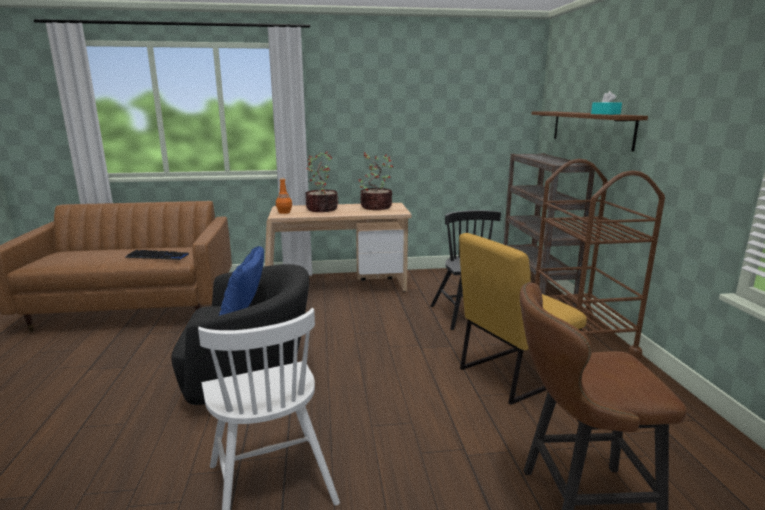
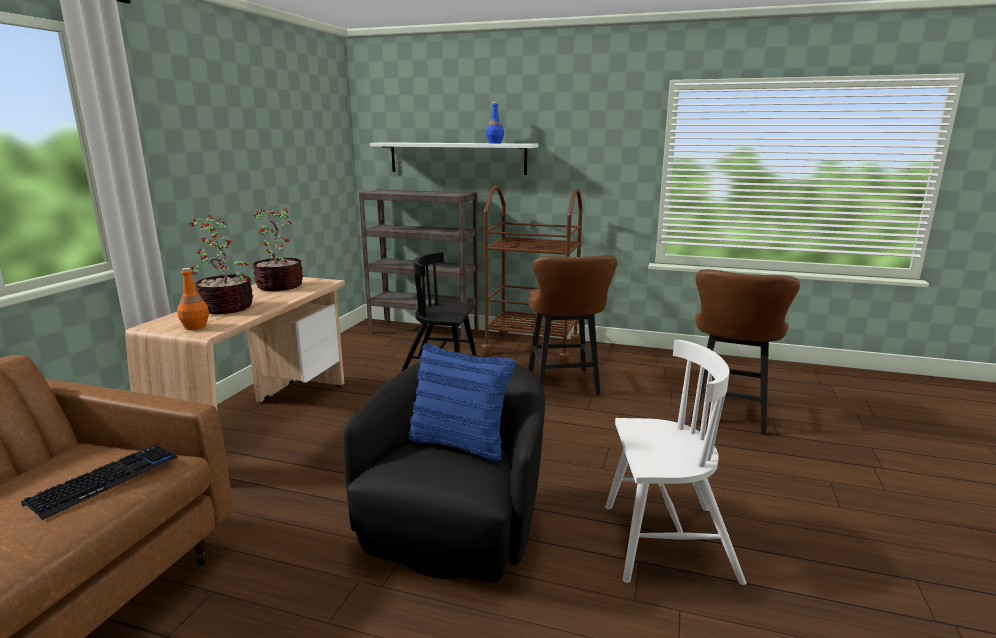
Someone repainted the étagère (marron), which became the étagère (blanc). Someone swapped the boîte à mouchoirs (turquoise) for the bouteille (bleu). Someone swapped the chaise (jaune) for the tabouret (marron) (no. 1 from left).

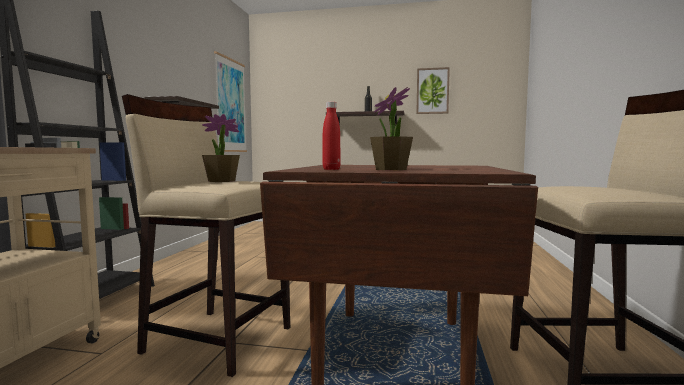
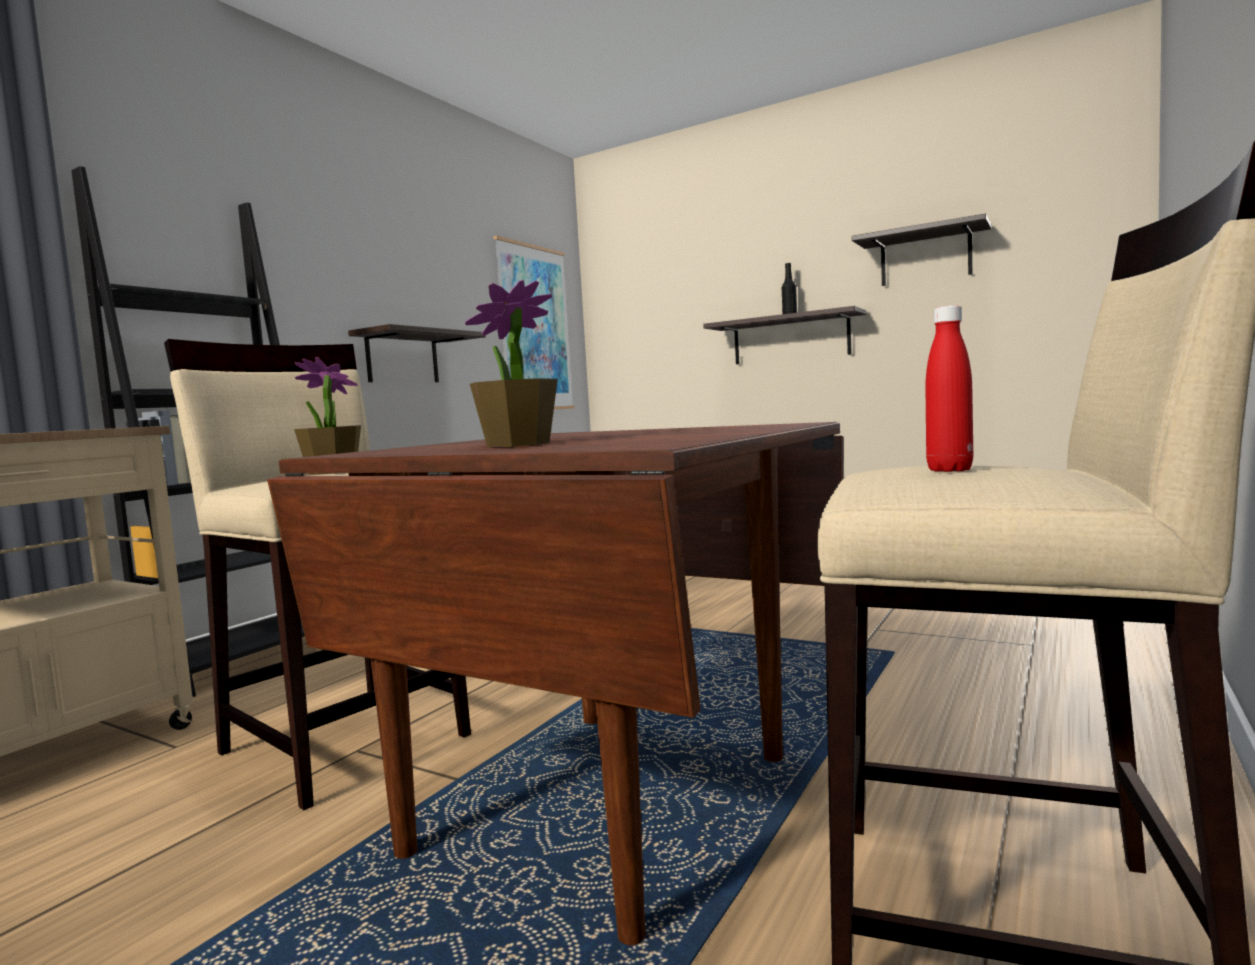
Someone swapped the tableau (no. 2 from left) for the étagère (no. 3 from left). Someone carried the bouteille (rouge).

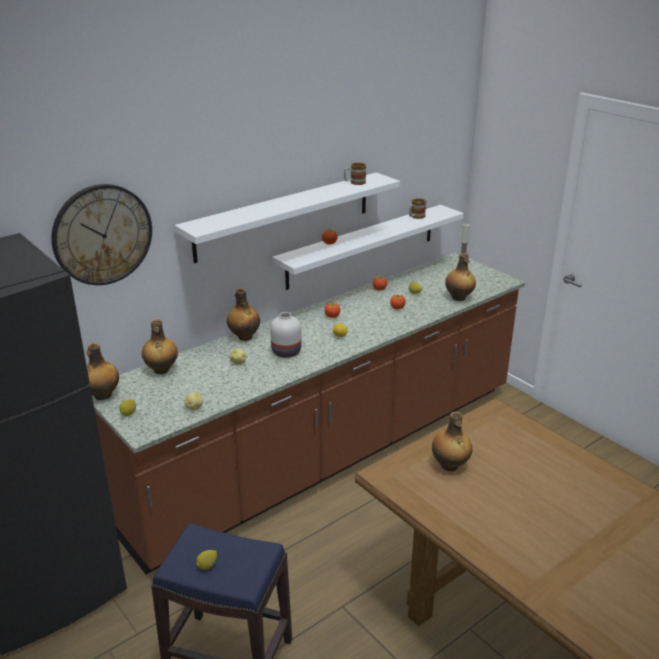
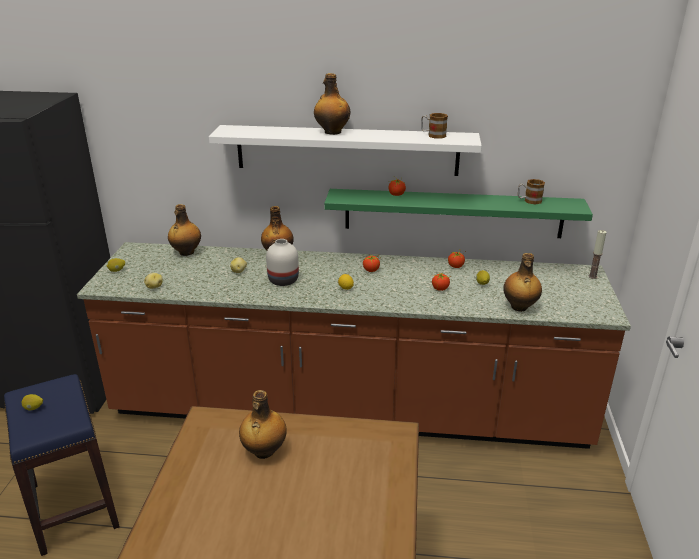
Someone carried the bouteille (no. 1 from left in the first image). Someone repainted the étagère (blanc) (no. 2 from left), which became the étagère (vert). Someone took away the horloge murale.

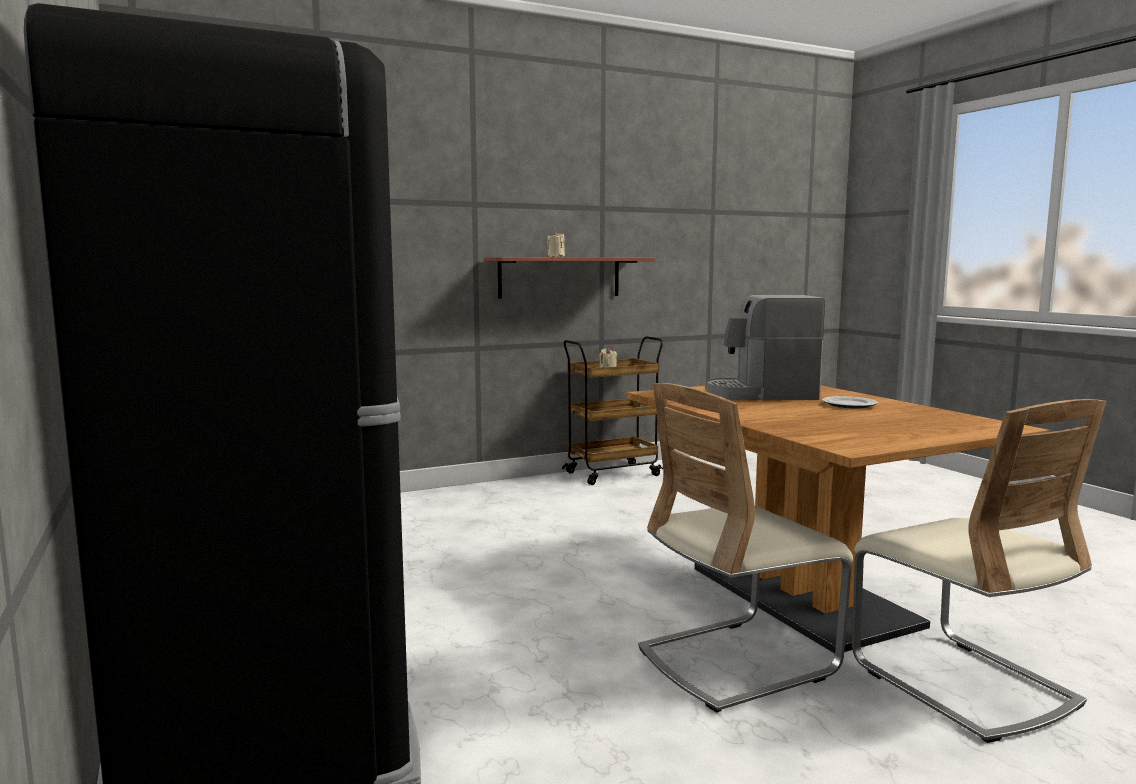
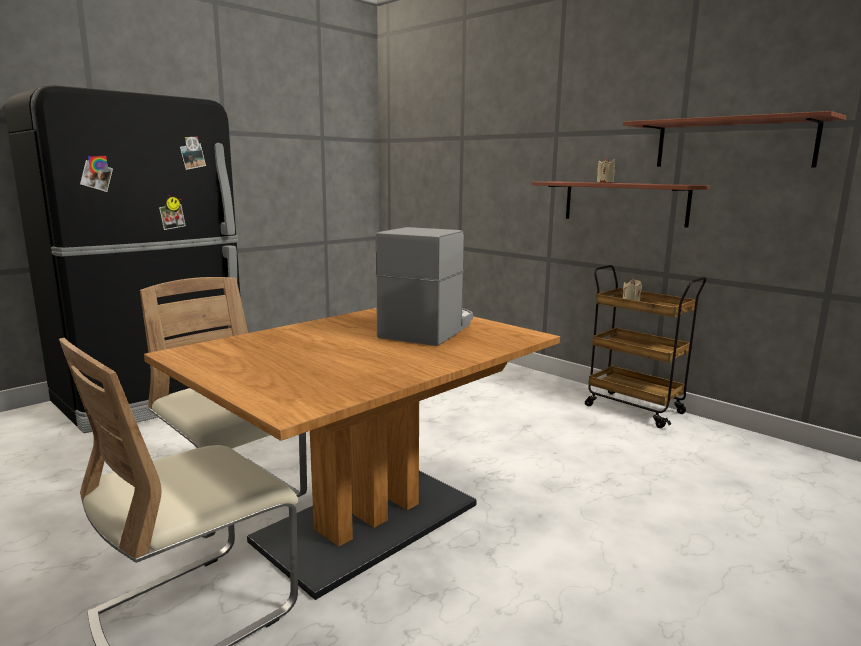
Someone rotated the machine à café by 45 degrees clockwise. Someone put up the étagère (no. 2 from left). Someone took away the assiette.

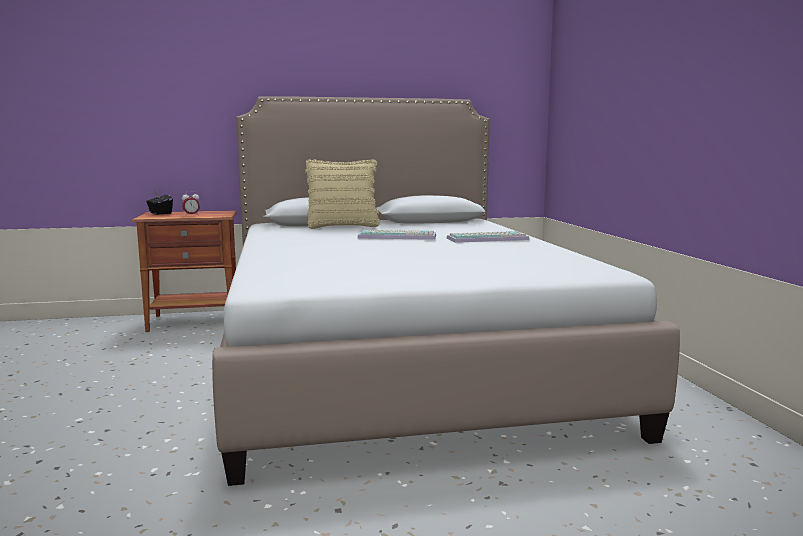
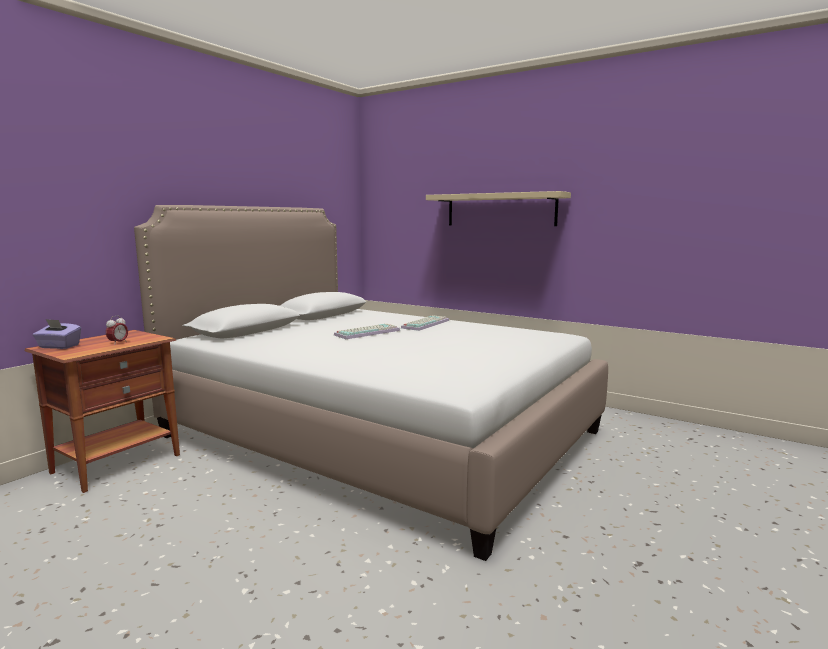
Someone repainted the boîte à mouchoirs (noir), which became the boîte à mouchoirs (violet). Someone put up the étagère (beige). Someone took away the coussin (beige).

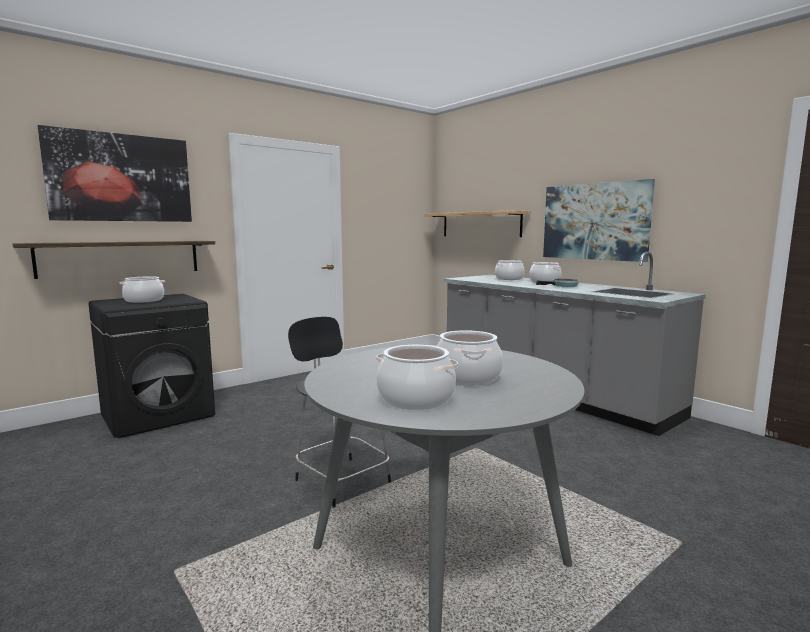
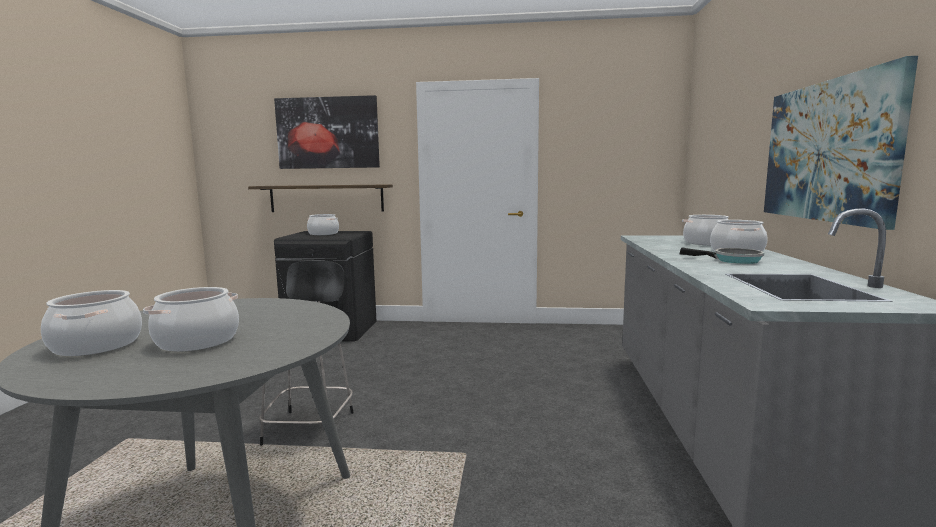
Someone took away the étagère (no. 2 from left).

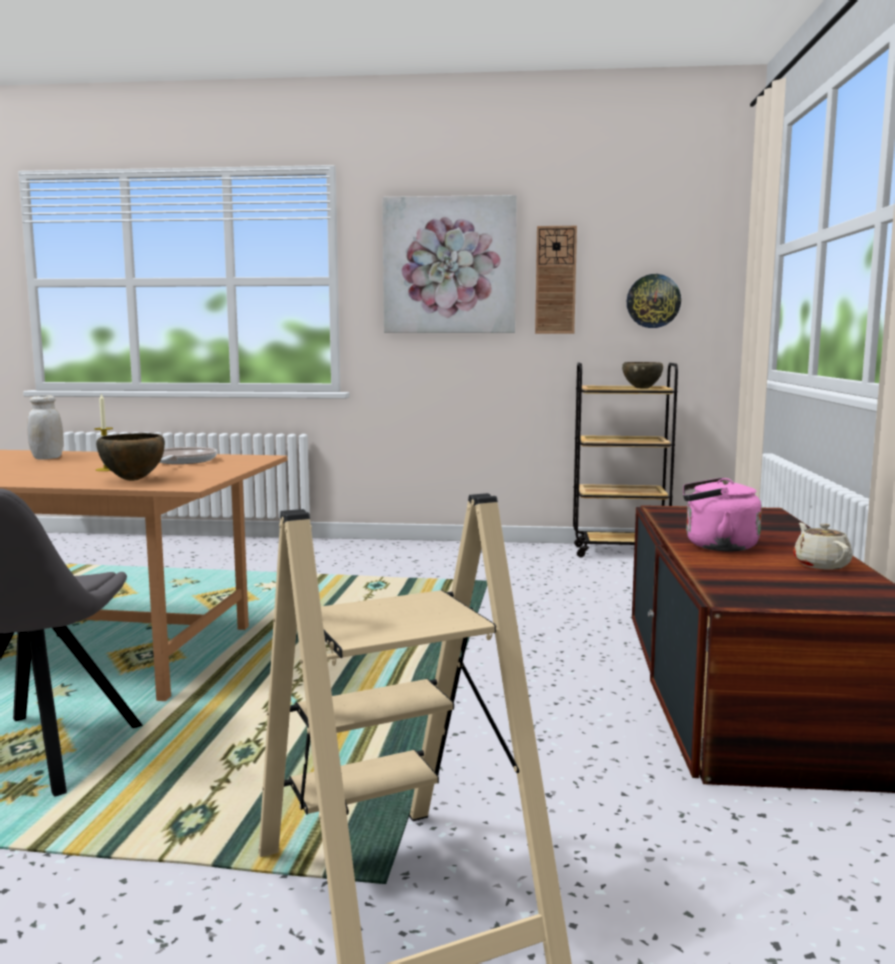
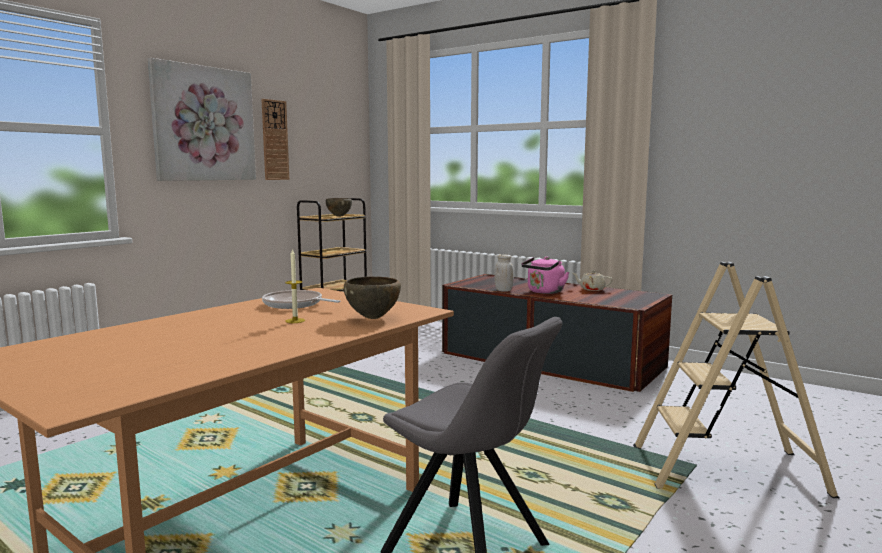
Someone carried the bocal (blanc). Someone took away the horloge murale (no. 2 from left).

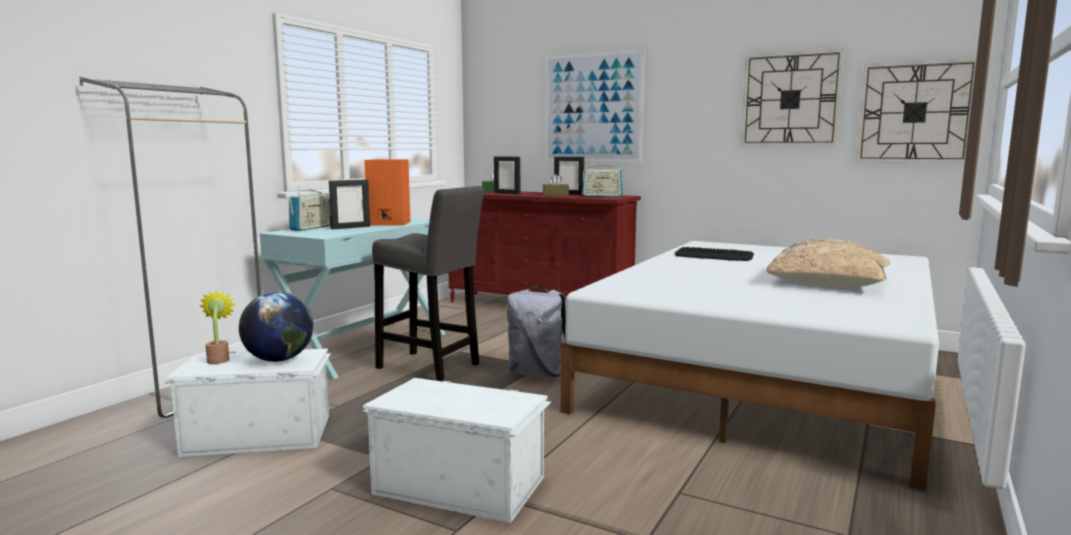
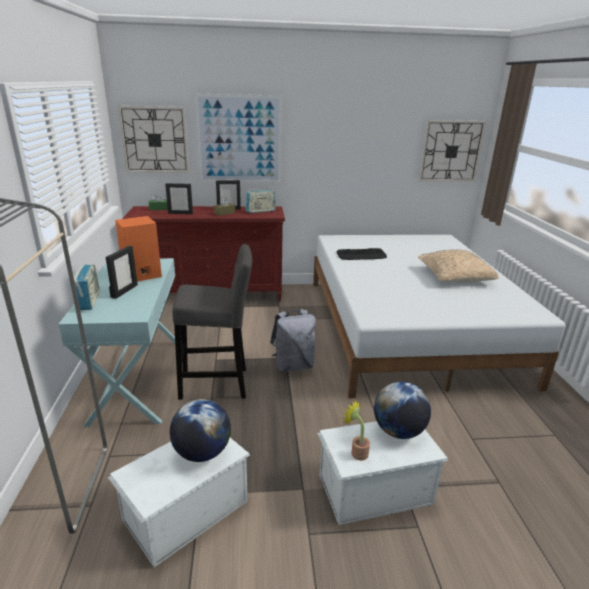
Someone carried the horloge murale (no. 1 from left). Someone carried the plante en pot. Someone put down the globe (no. 2 from left).

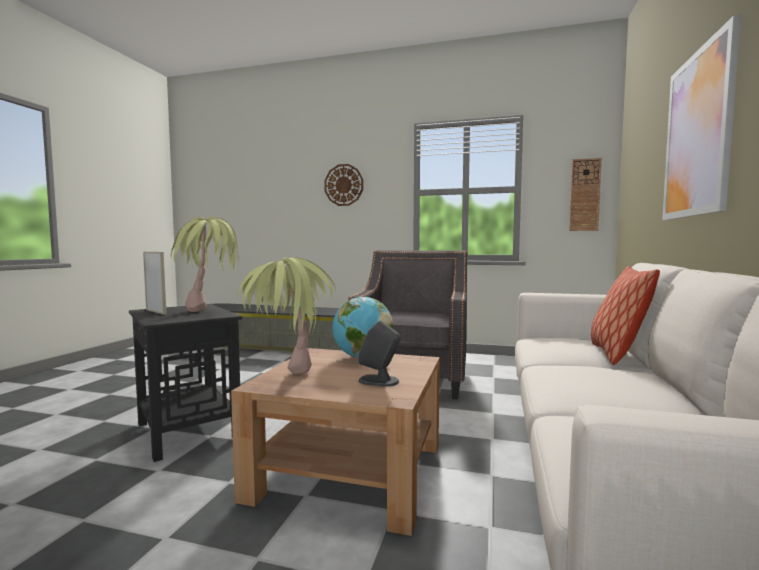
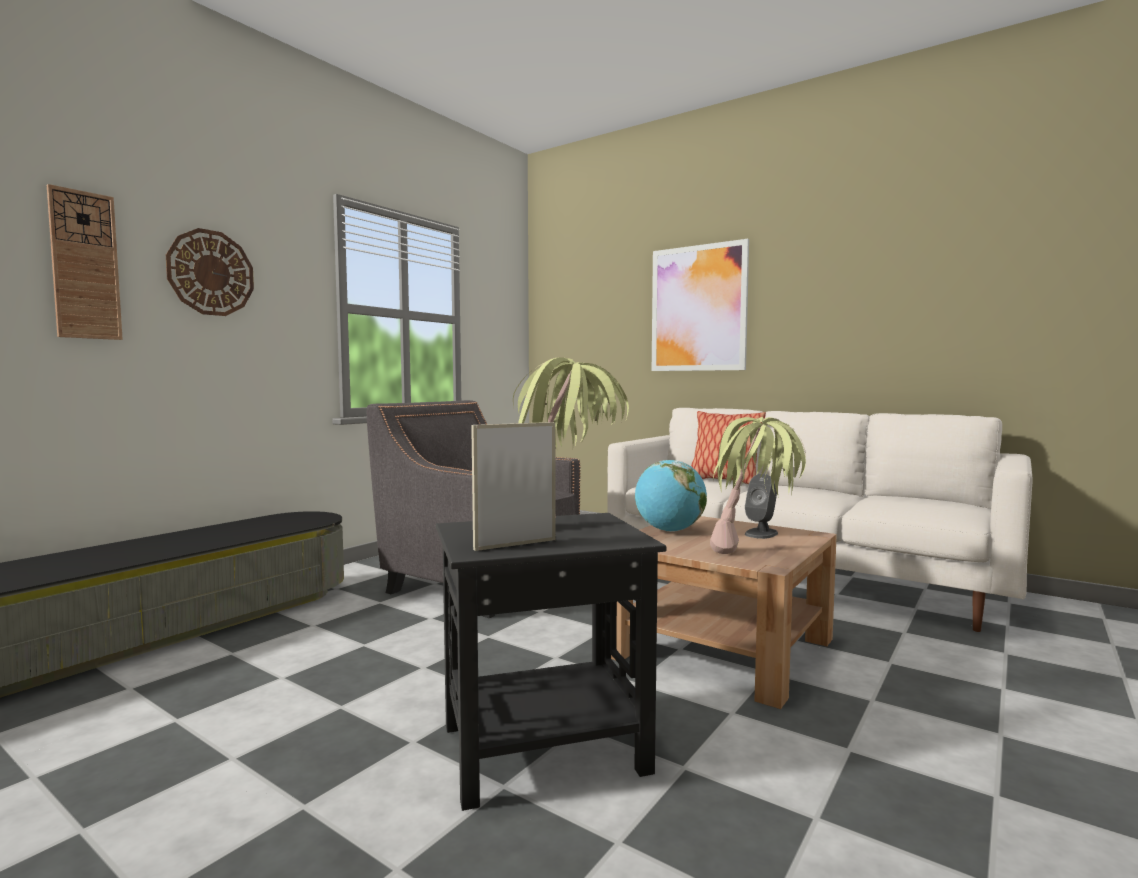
Someone carried the horloge murale (no. 2 from left in the first image).

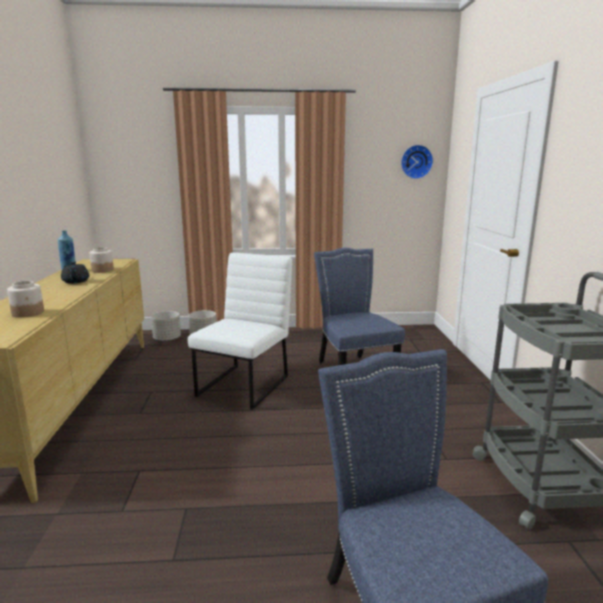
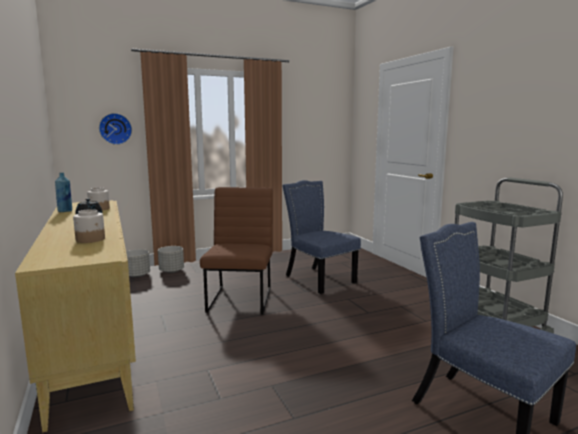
Someone carried the horloge murale. Someone repainted the chaise (blanc), which became the chaise (marron).

